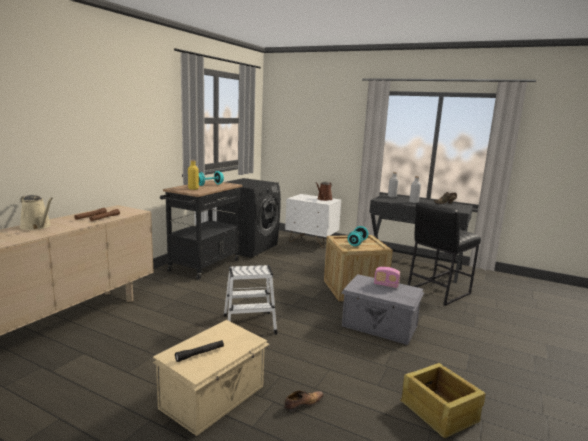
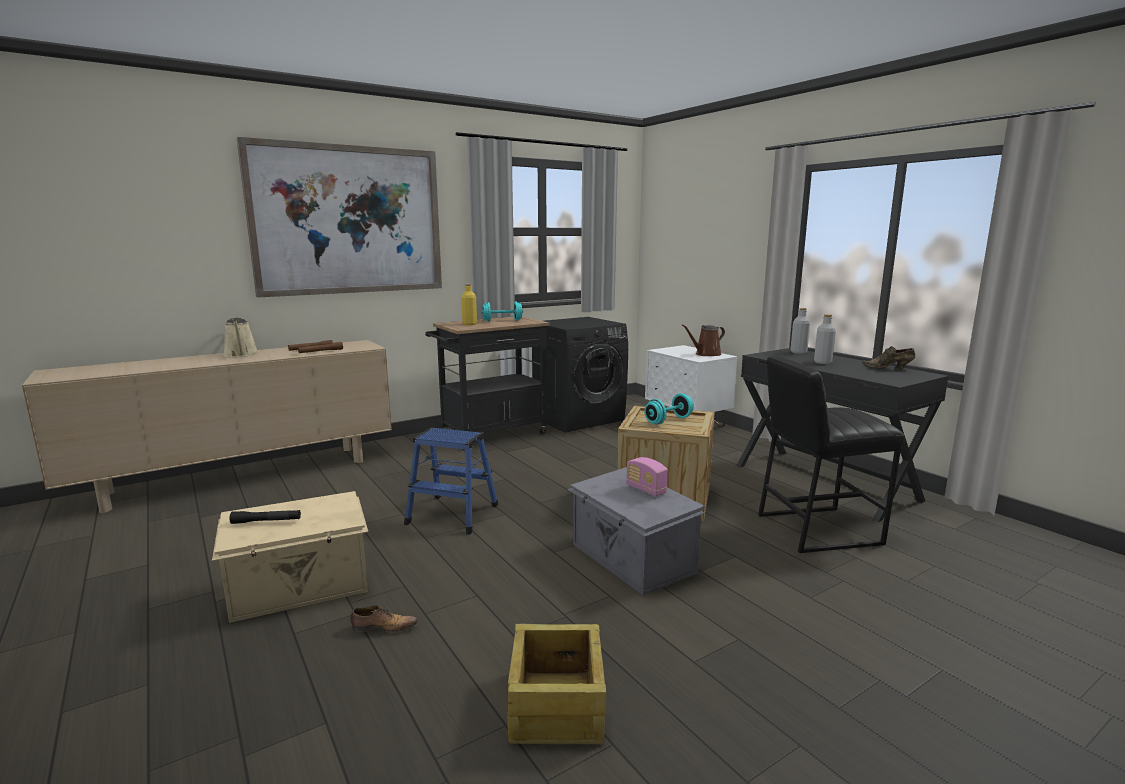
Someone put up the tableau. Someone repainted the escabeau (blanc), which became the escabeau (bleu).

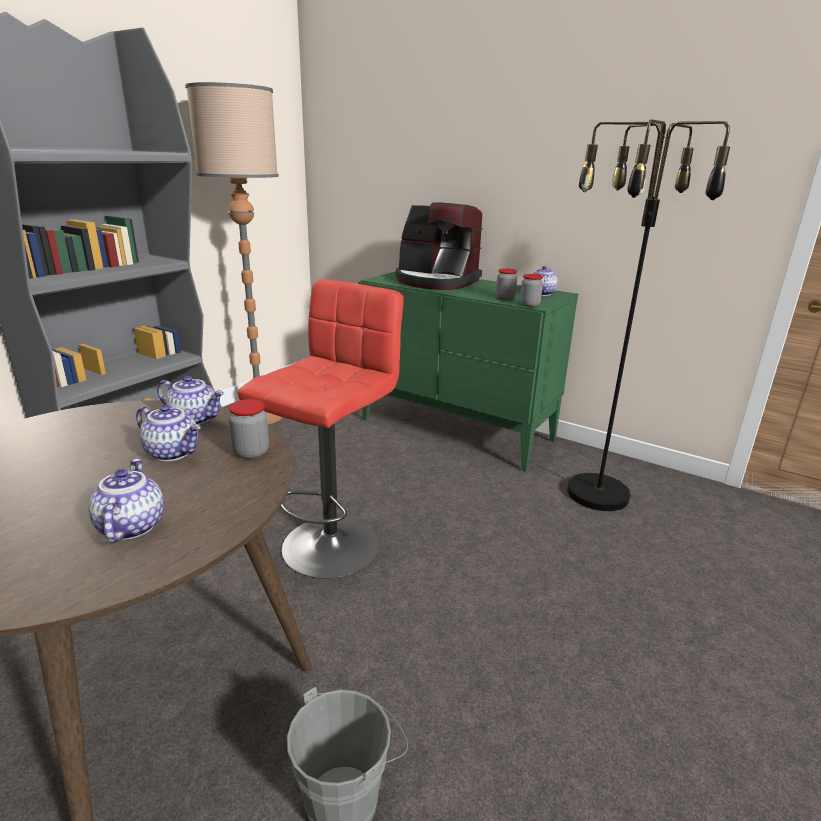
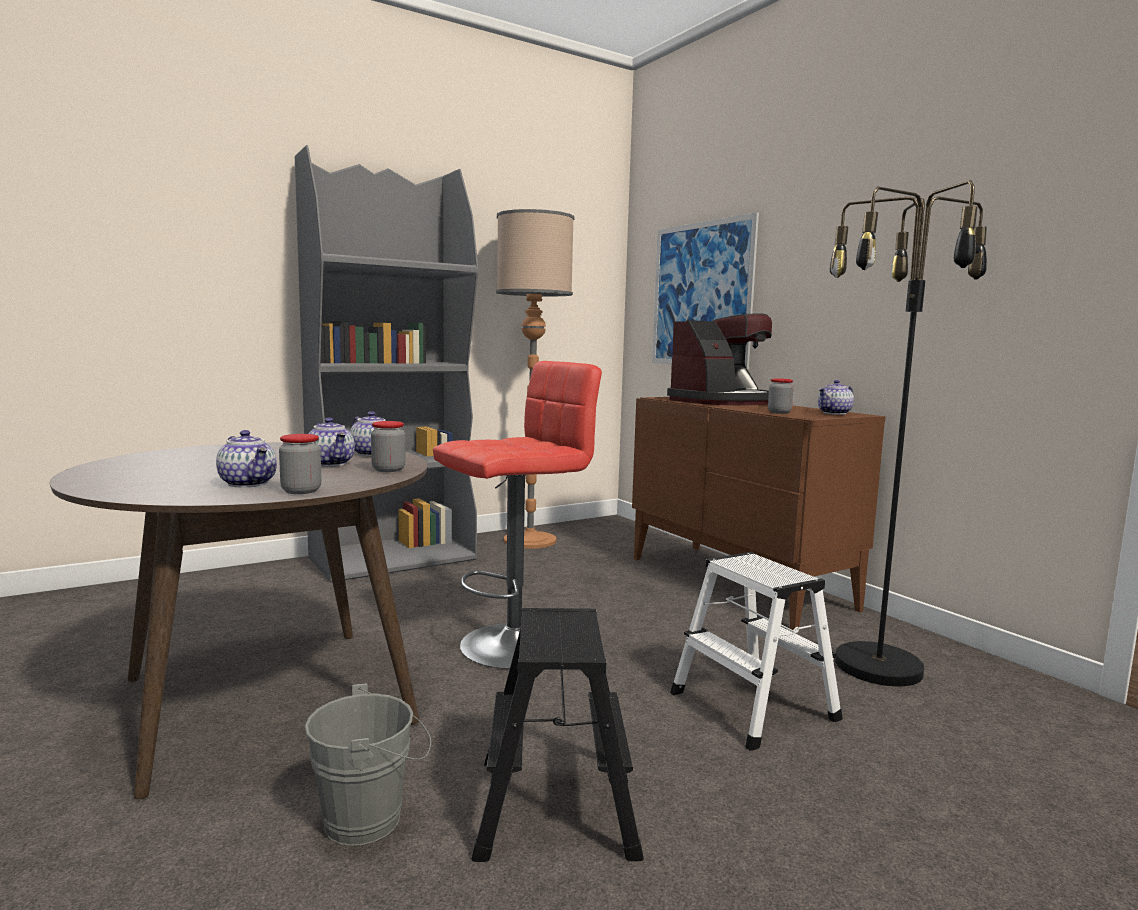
Someone rotated the théière (no. 1 from left) by 120 degrees clockwise. Someone carried the bocal (no. 3 from left in the first image). Someone put down the escabeau (noir). Someone repainted the meuble de rangement (vert), which became the meuble de rangement (marron). Someone put up the tableau. Someone rotated the machine à café by 90 degrees counterclockwise. Someone put down the escabeau (blanc).

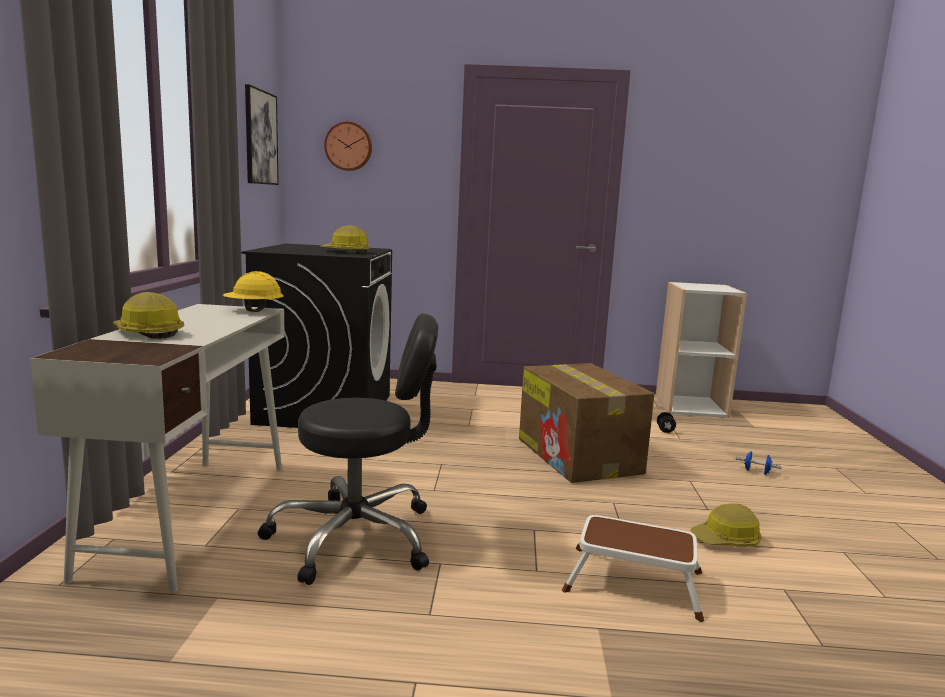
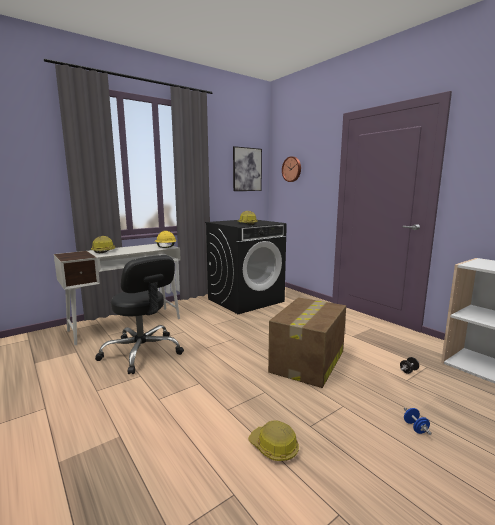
Someone took away the escabeau (marron).

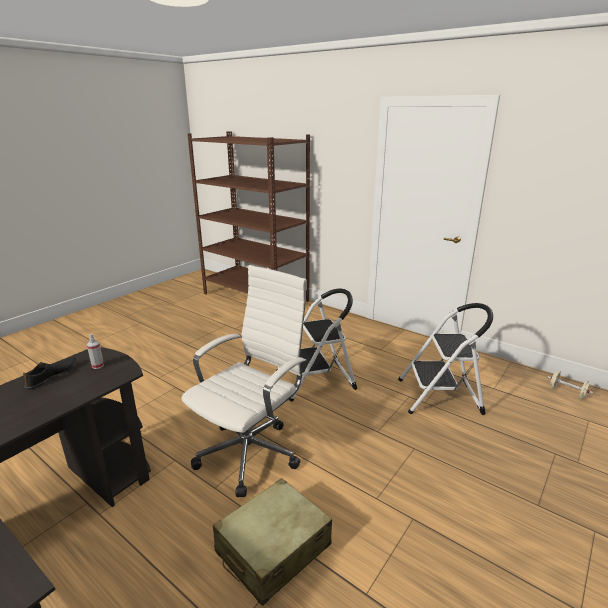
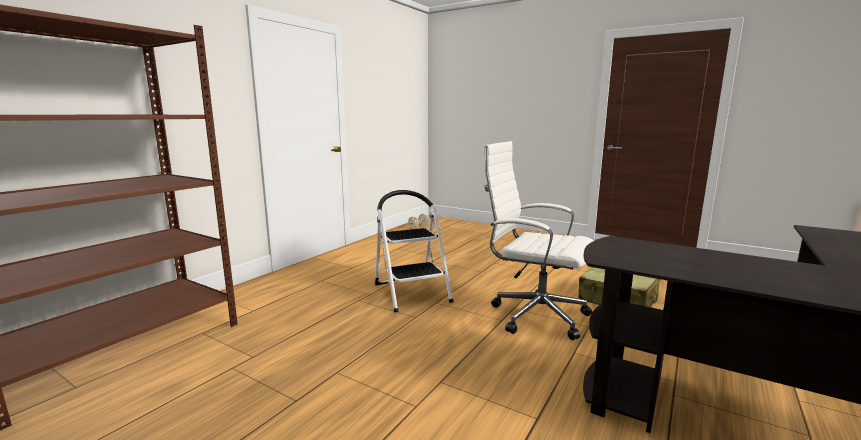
Someone took away the chaussure (noir). Someone took away the vaporisateur. Someone took away the escabeau (no. 2 from left).

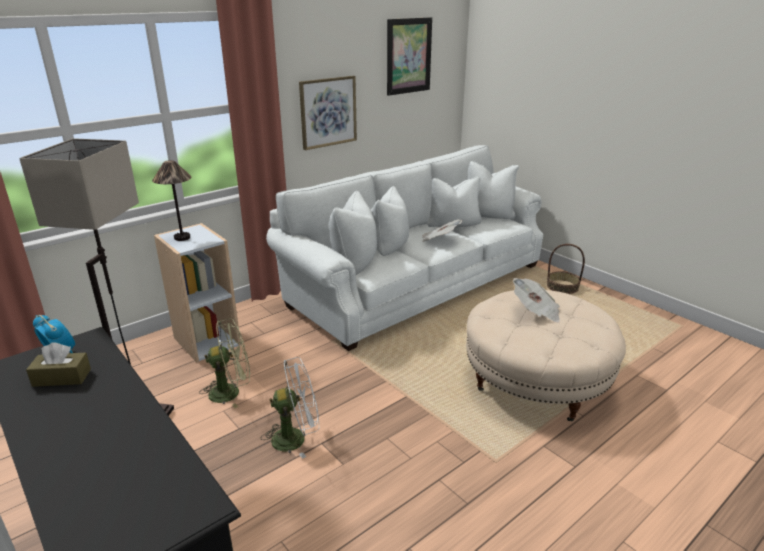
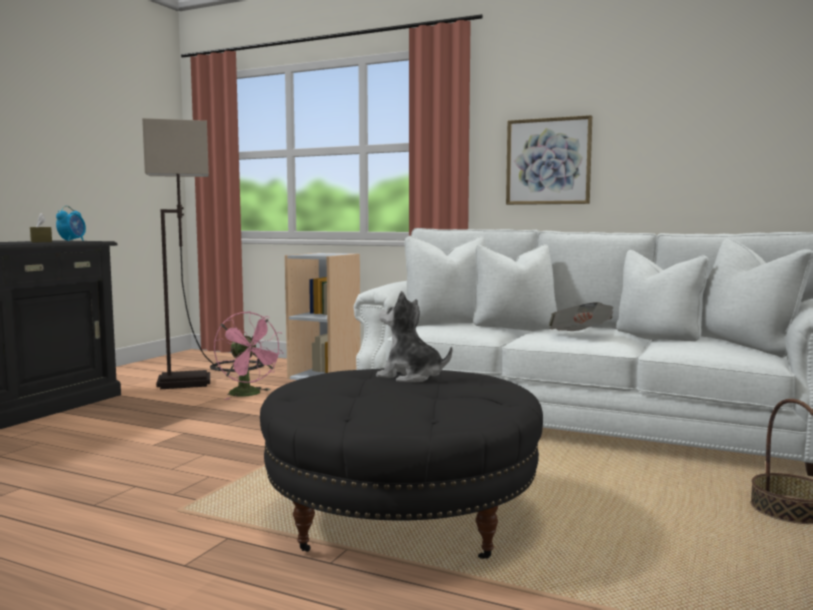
Someone repainted the ventilateur (vert), which became the ventilateur (rose). Someone repainted the pouf (beige), which became the pouf (noir). Someone swapped the journal (no. 2 from left) for the peluche. Someone took away the lampe de table. Someone took away the ventilateur (blanc). Someone took away the tableau (no. 2 from left).

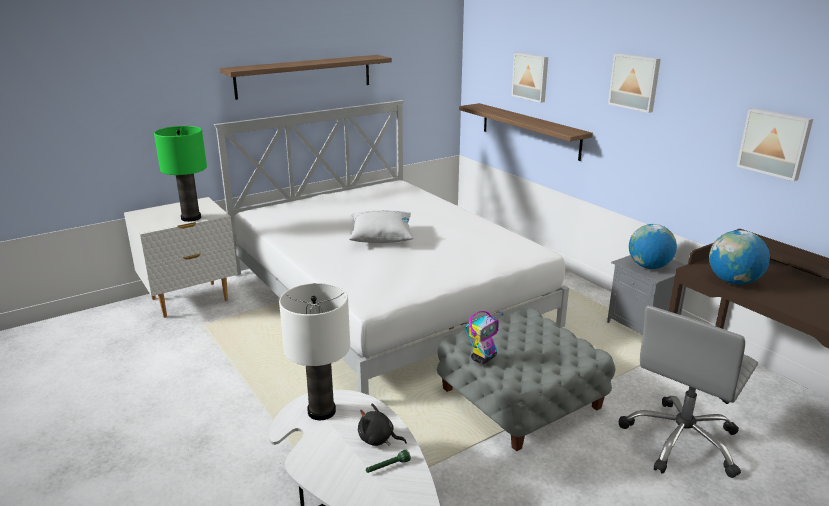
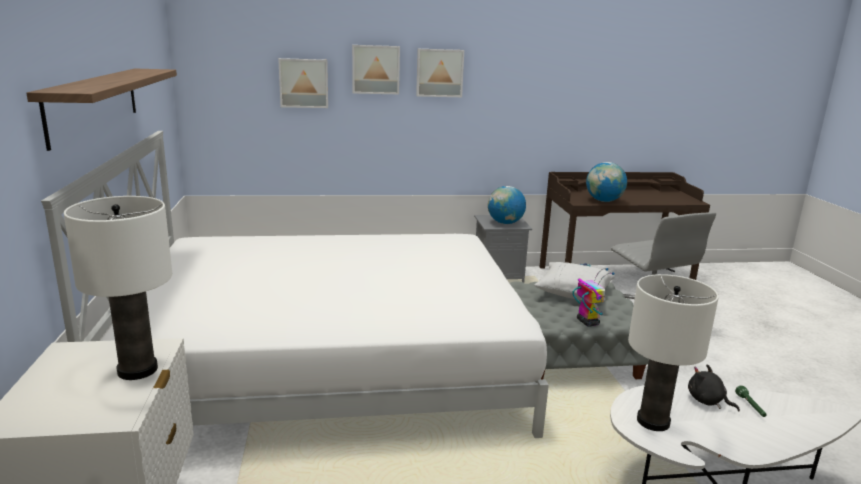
Someone repainted the lampe de table (vert), which became the lampe de table (blanc) (no. 1 from left). Someone carried the tableau (no. 3 from left in the first image). Someone carried the coussin (gris). Someone rotated the peluche (noir) by 90 degrees clockwise. Someone took away the étagère (no. 2 from left).

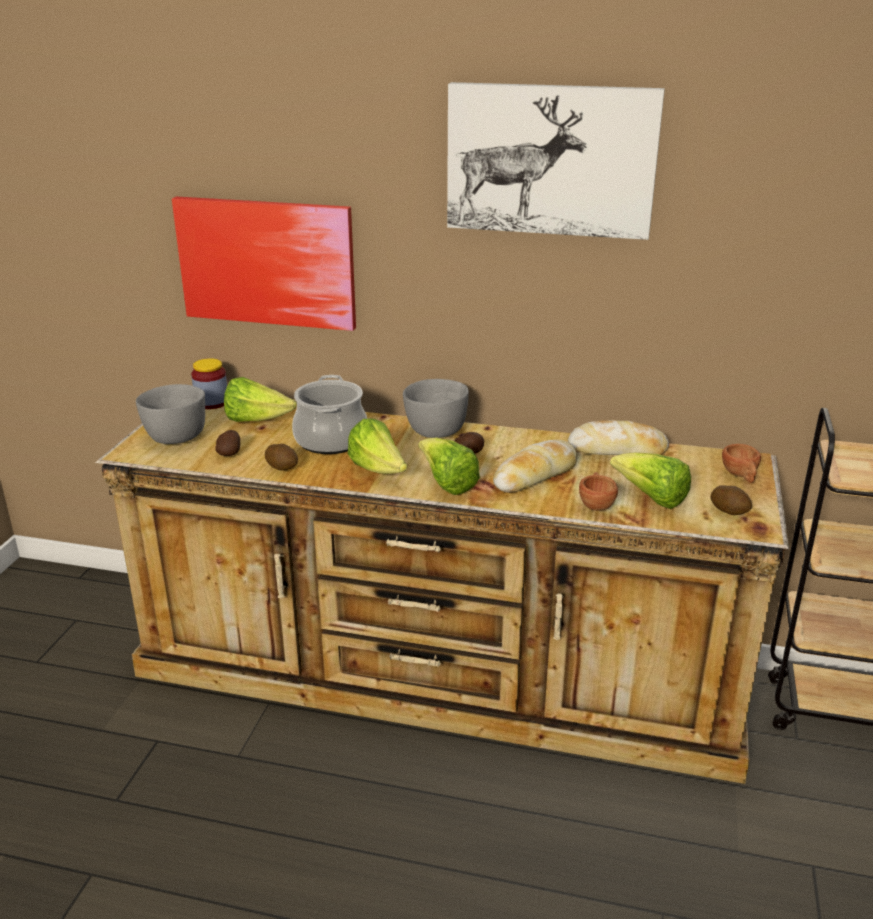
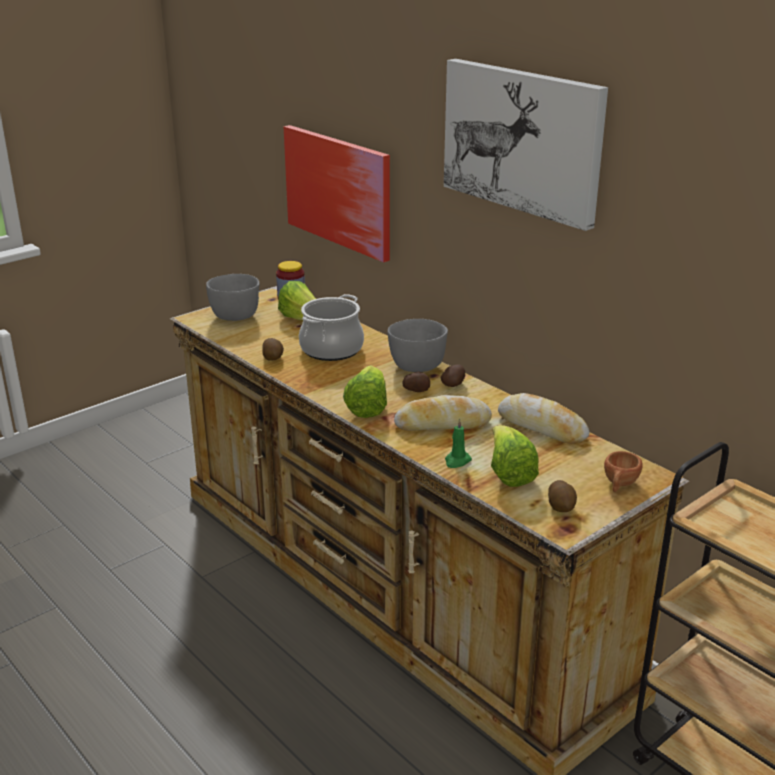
Someone carried the pomme de terre (no. 1 from left in the first image). Someone swapped the tasse (marron) (no. 1 from left) for the bougie (vert). Someone took away the laitue (no. 2 from left).

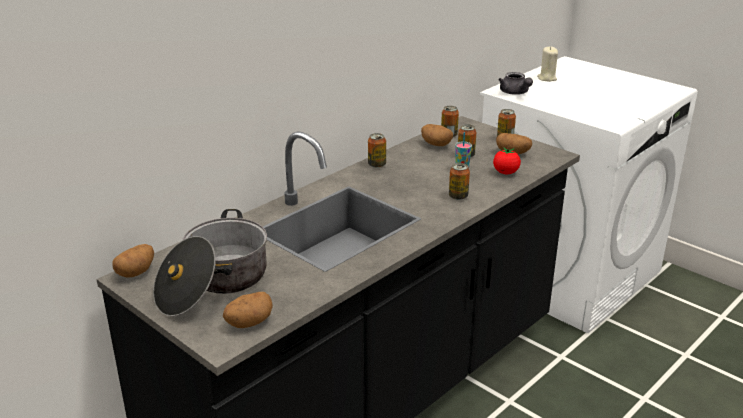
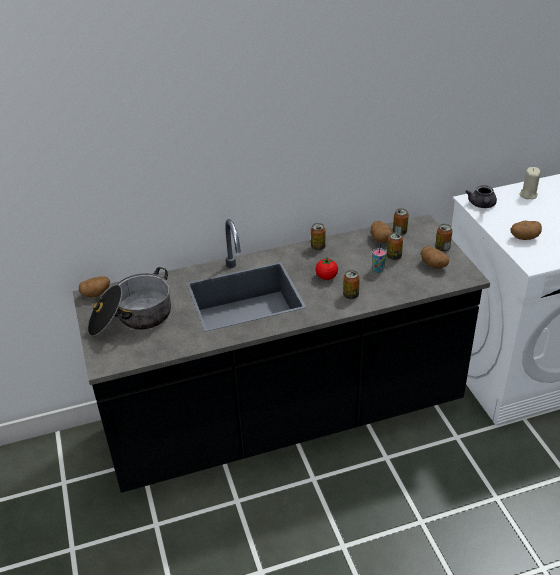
Someone carried the tomate. Someone carried the pomme de terre (no. 2 from left in the first image).

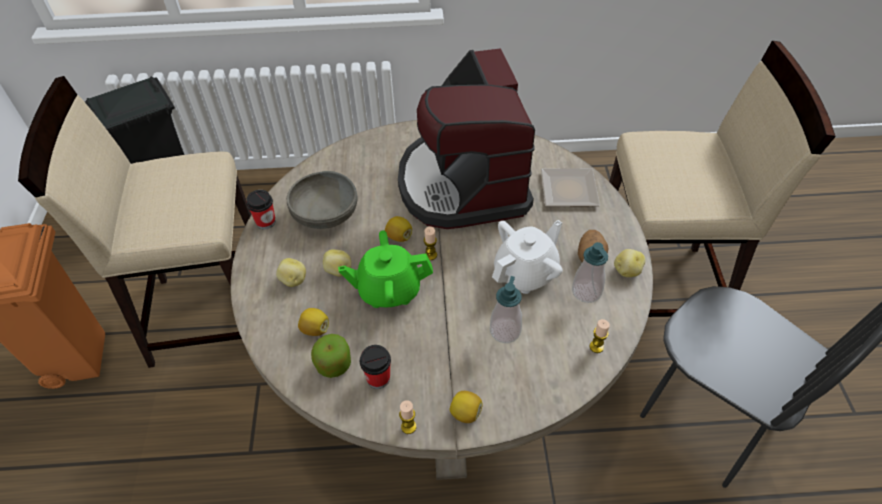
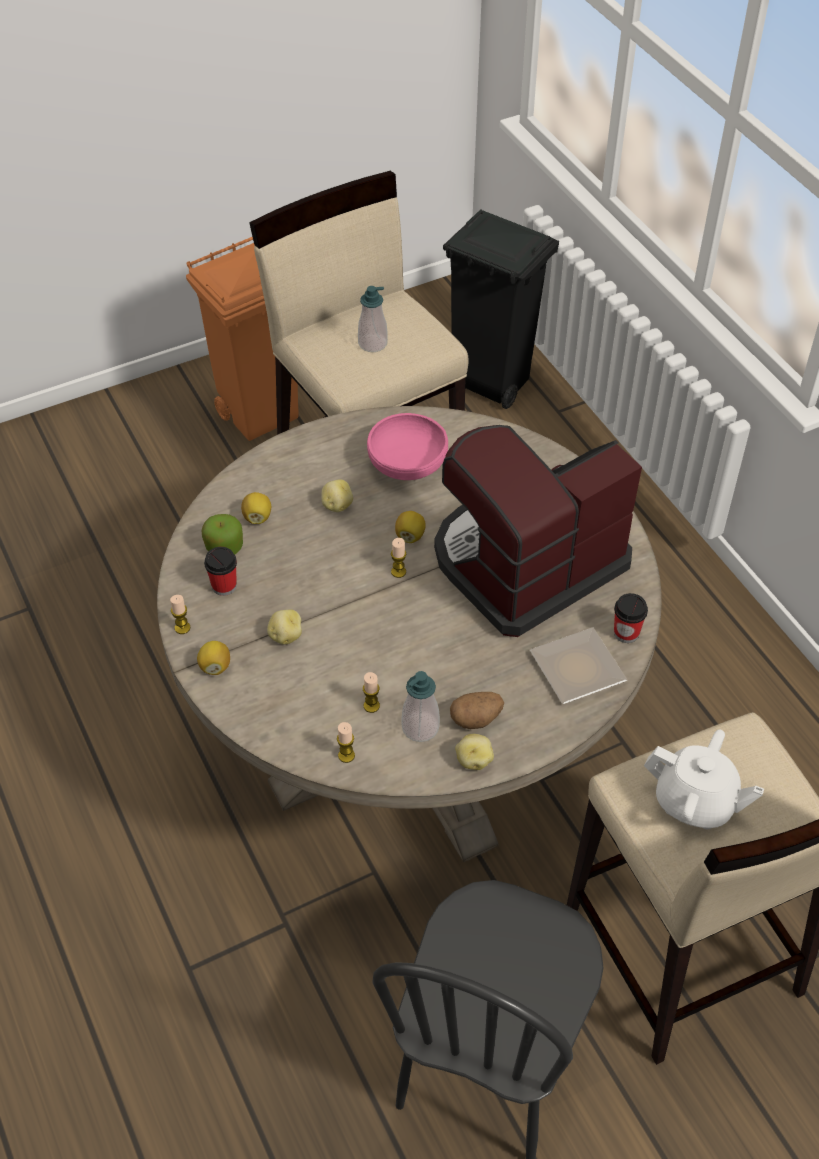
Someone carried the pomme de terre (no. 1 from left). Someone carried the distributeur de savon (no. 1 from left). Someone put down the bougie (no. 3 from left). Someone repainted the bol (gris), which became the bol (rose). Someone carried the tasse (no. 1 from left in the first image). Someone carried the théière (blanc). Someone took away the théière (vert).

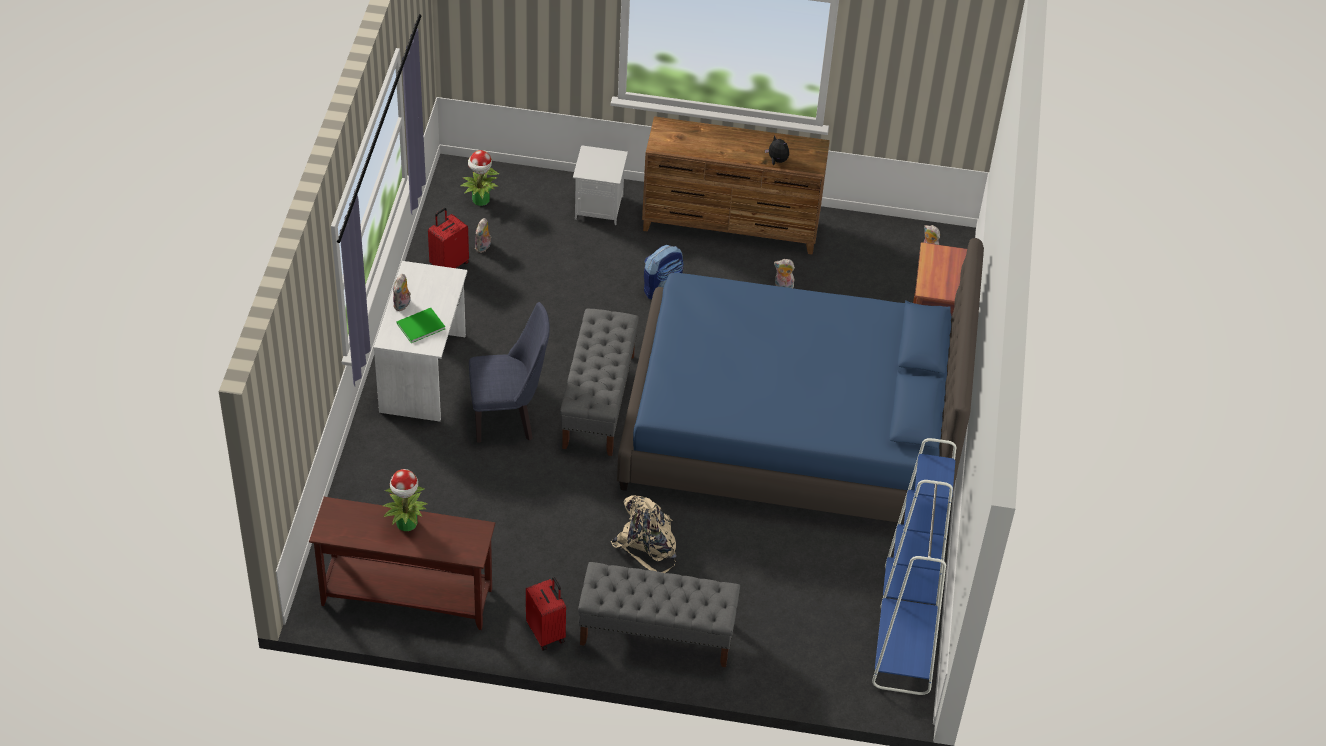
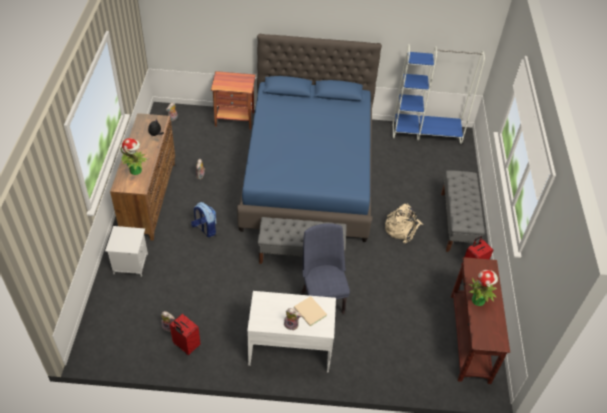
Someone carried the plante en pot (no. 2 from left in the first image). Someone repainted the livre (vert), which became the livre (beige).

